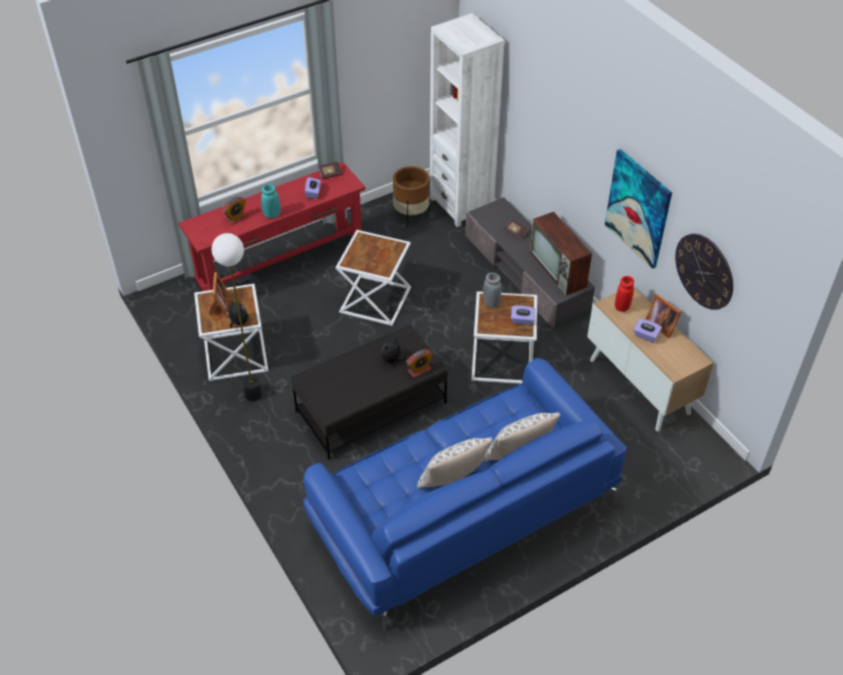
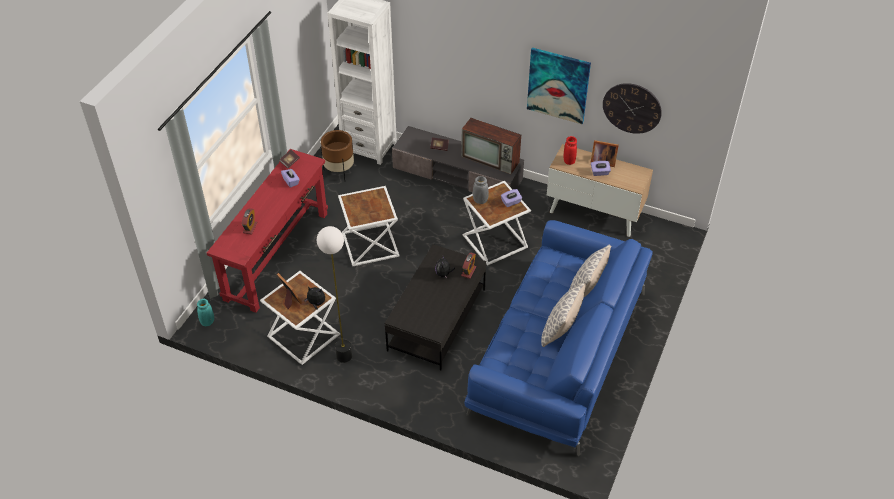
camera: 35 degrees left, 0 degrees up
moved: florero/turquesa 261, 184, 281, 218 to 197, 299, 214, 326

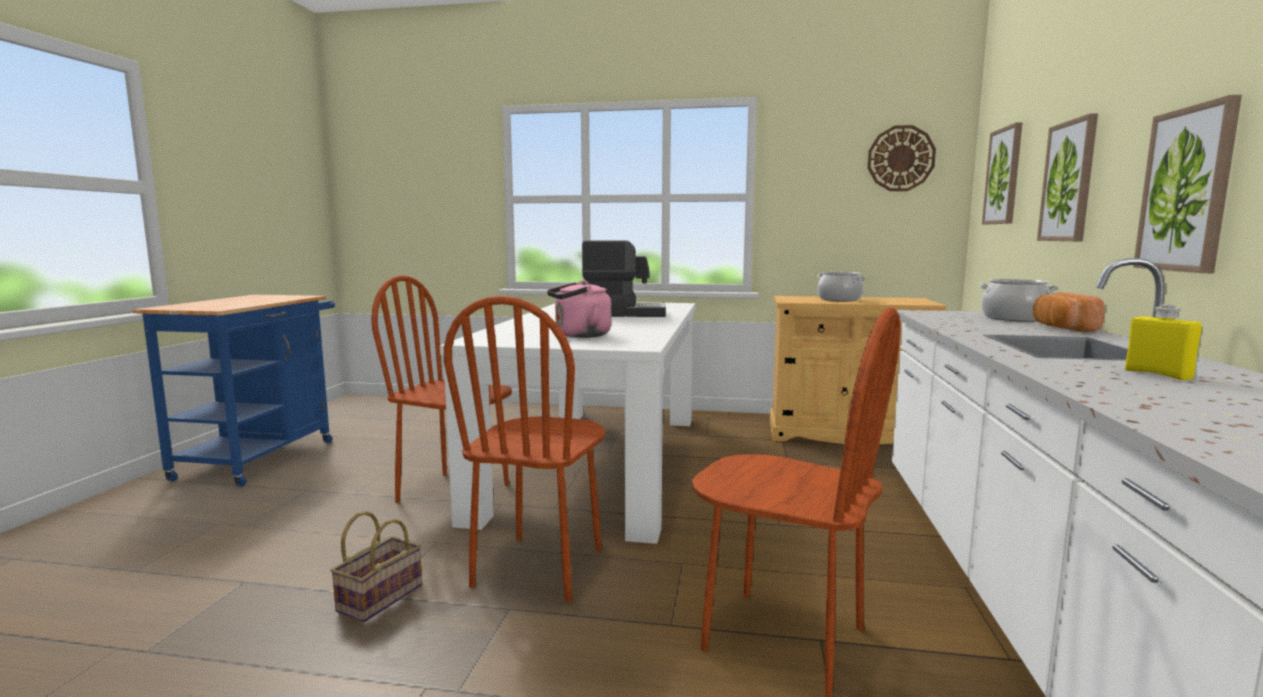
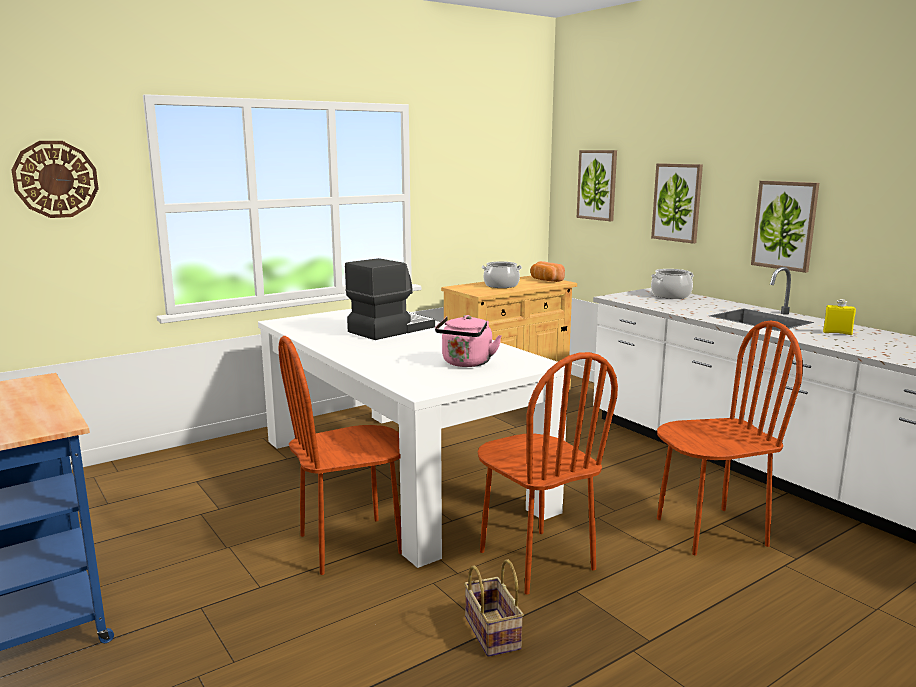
camera: 45 degrees left, 5 degrees up
moved: reloj de pared 868, 125, 936, 191 to 11, 141, 99, 218; pan 1033, 292, 1105, 332 to 530, 261, 565, 282

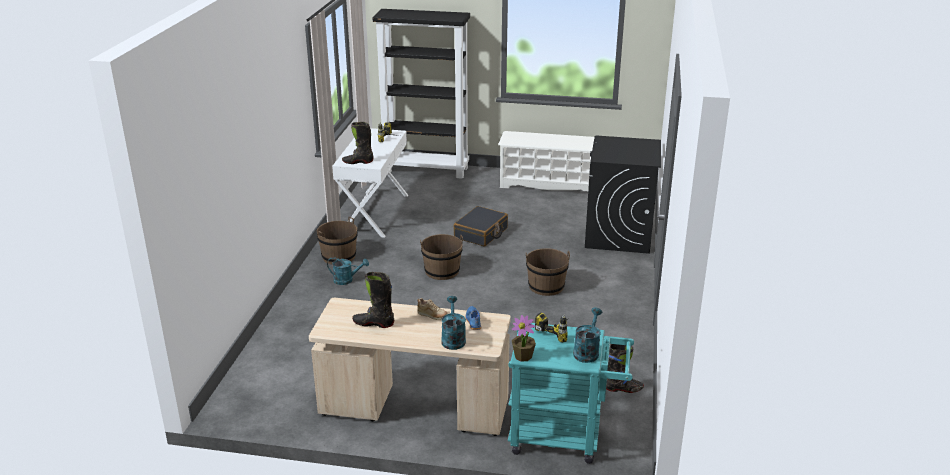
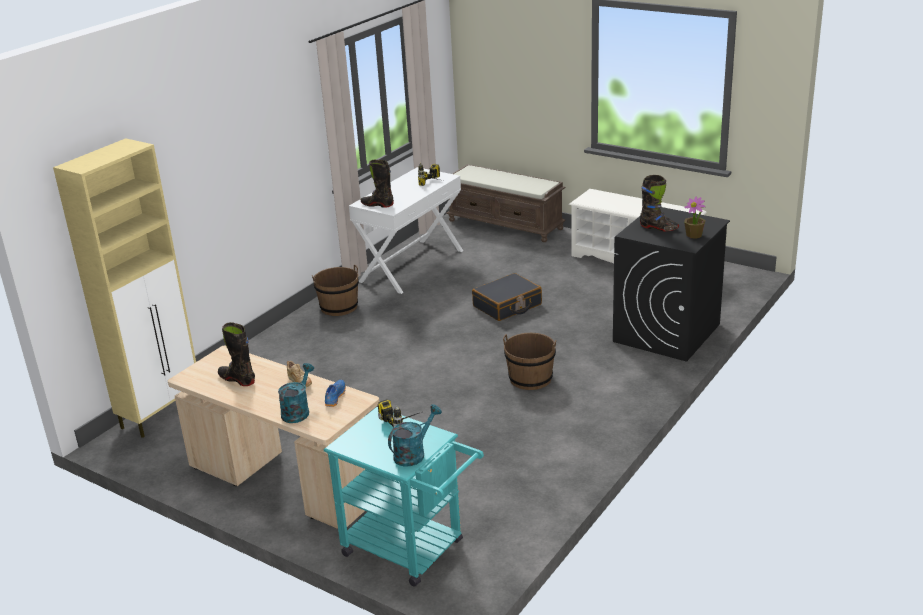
camera: 25 degrees right, 0 degrees up
removed: regadera/turquesa 327, 257, 369, 285; cubo/marrón 420, 234, 463, 280
added: armario/beis 53, 138, 196, 438
moved: planta en maceta 512, 315, 536, 362 to 684, 196, 706, 239; bota/negro 606, 344, 644, 393 to 640, 175, 679, 231
replaced: estantería/negro 372, 9, 470, 179 to banco/marrón 446, 164, 566, 242

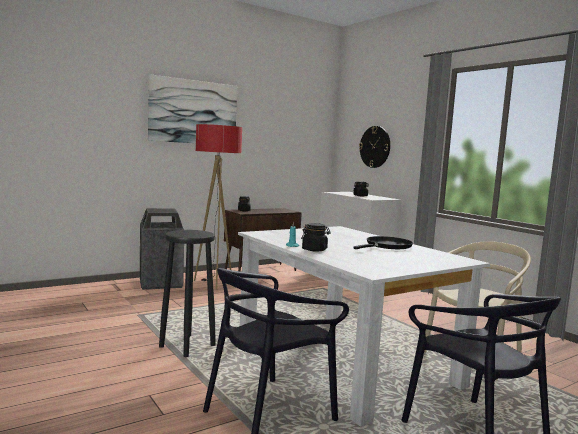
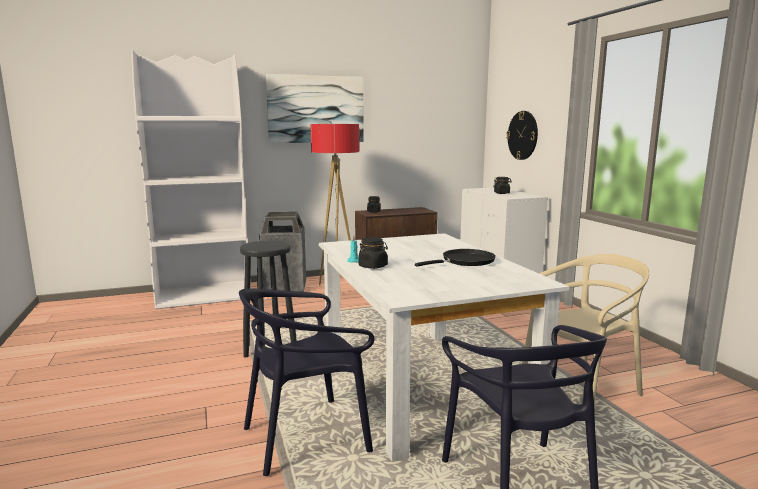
camera: 15 degrees right, 5 degrees up
added: estantería/blanco 131, 49, 251, 309

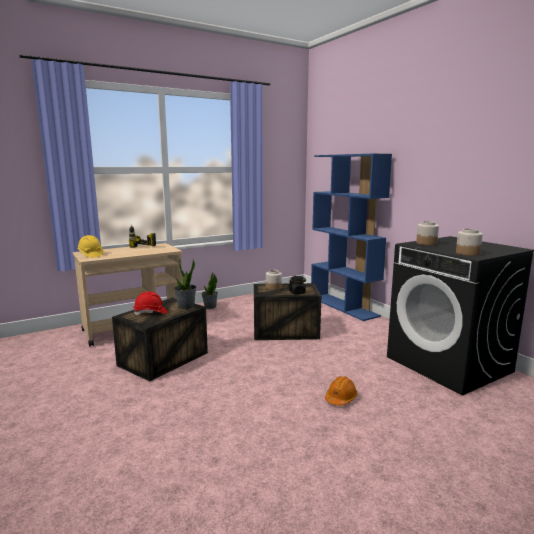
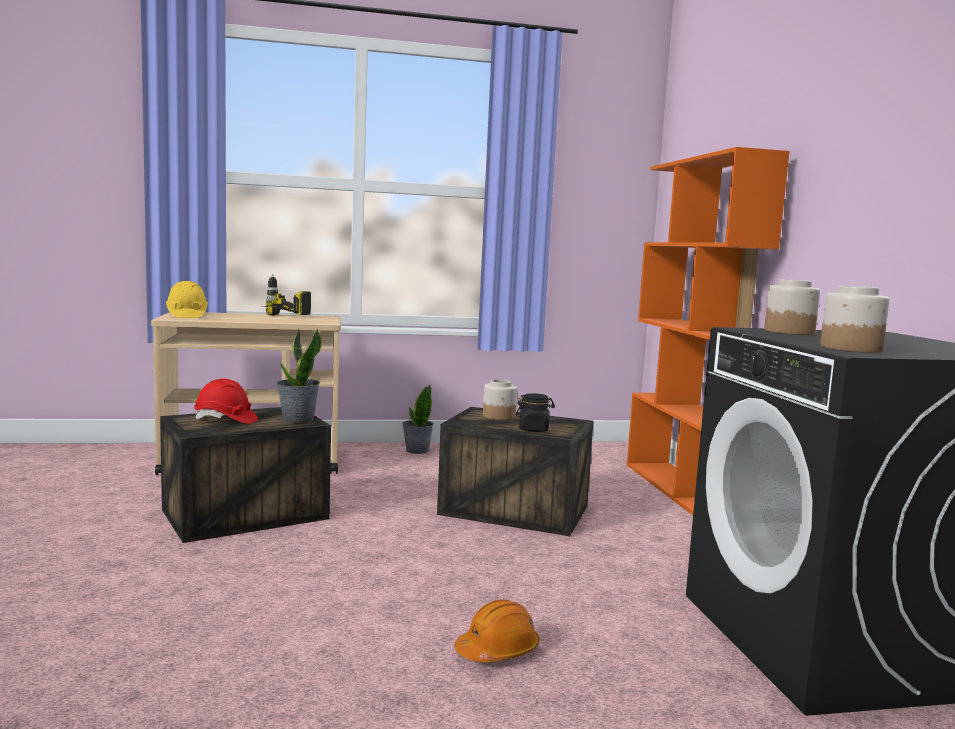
camera: 20 degrees right, 5 degrees down
recoloured: estantería/azul 311, 154, 392, 321 to estantería/naranja 627, 147, 790, 515

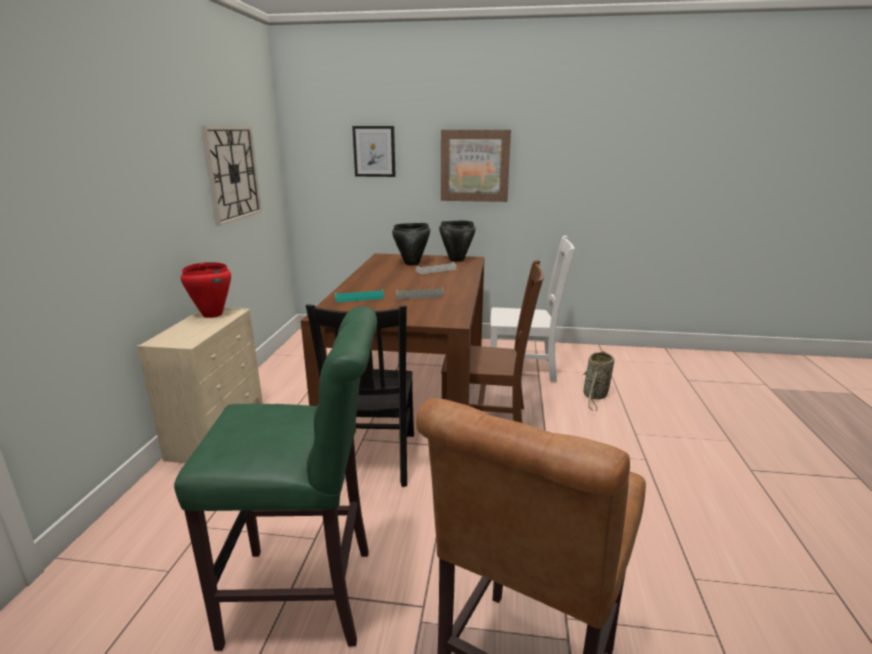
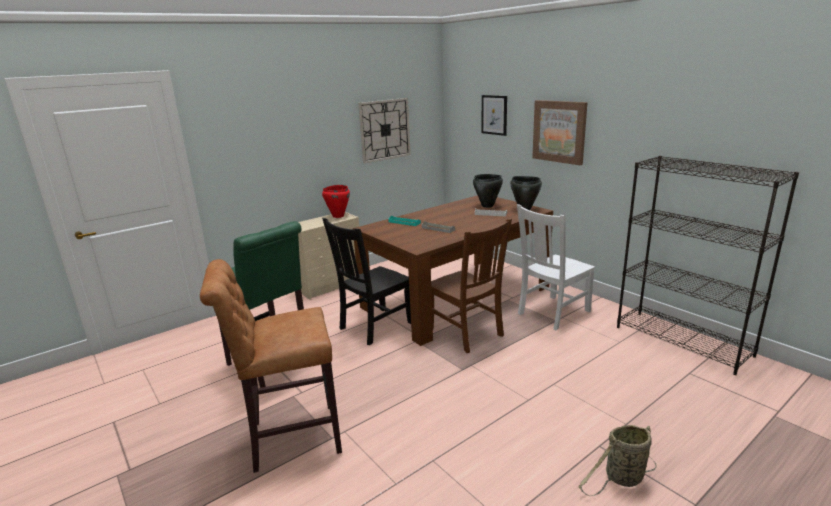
camera: 45 degrees right, 0 degrees up
added: estantería/negro 617, 156, 799, 375
moved: cesta 582, 350, 614, 411 to 579, 425, 657, 496
turned: silla/blanco 490, 235, 575, 383 = 517, 204, 595, 331 90 degrees clockwise

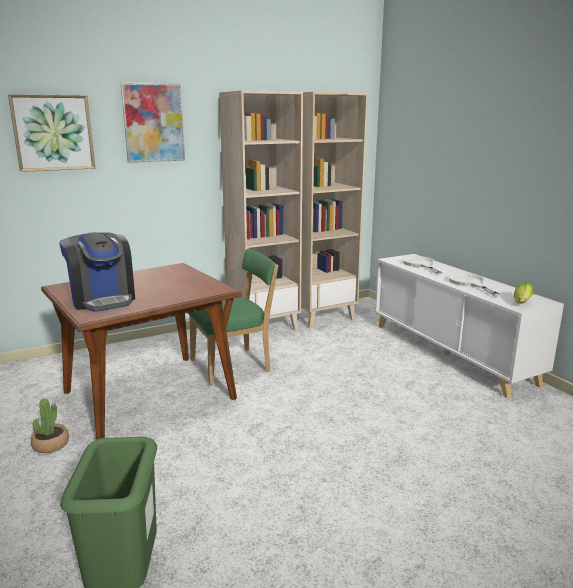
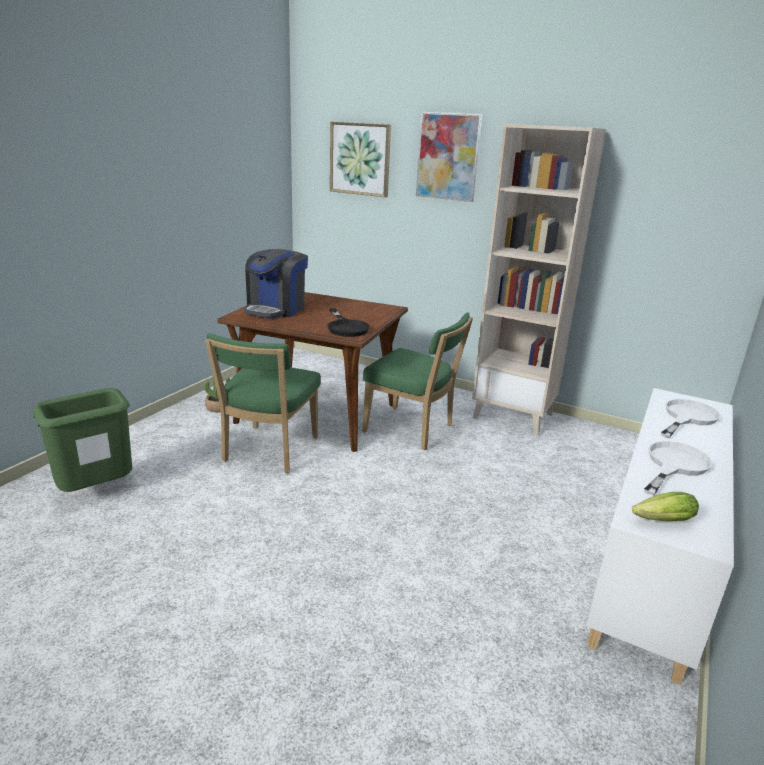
camera: 55 degrees right, 5 degrees up
removed: estantería/beis 301, 92, 368, 328
added: silla/verde 205, 333, 321, 473; sartén/negro 327, 308, 370, 337

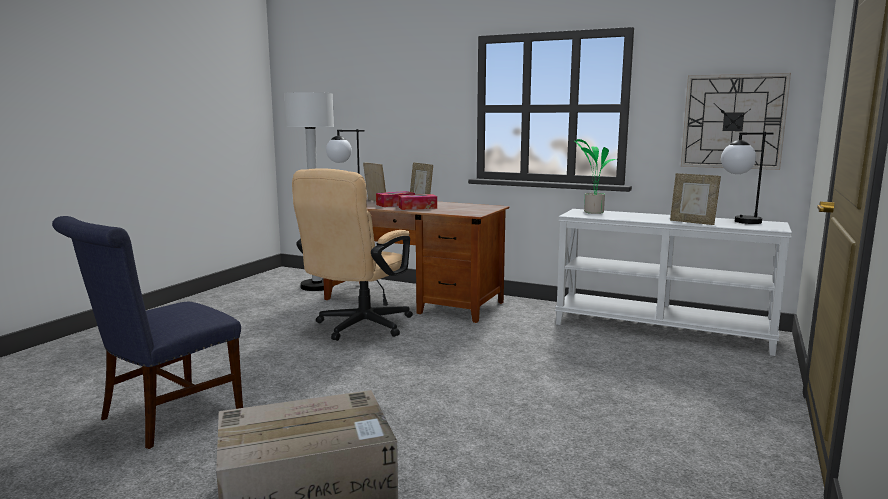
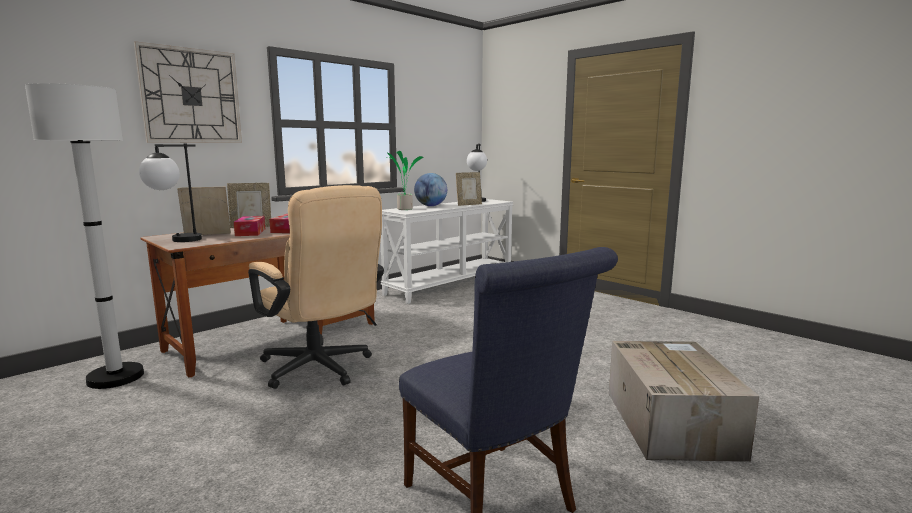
camera: 70 degrees left, 0 degrees up
added: globo terráqueo 414, 173, 447, 206
moved: reloj de pared 681, 73, 791, 170 to 134, 41, 242, 143

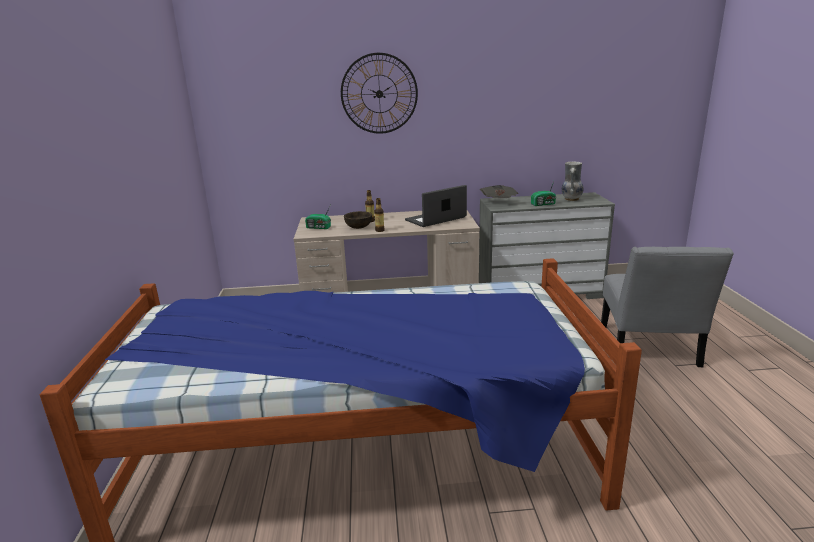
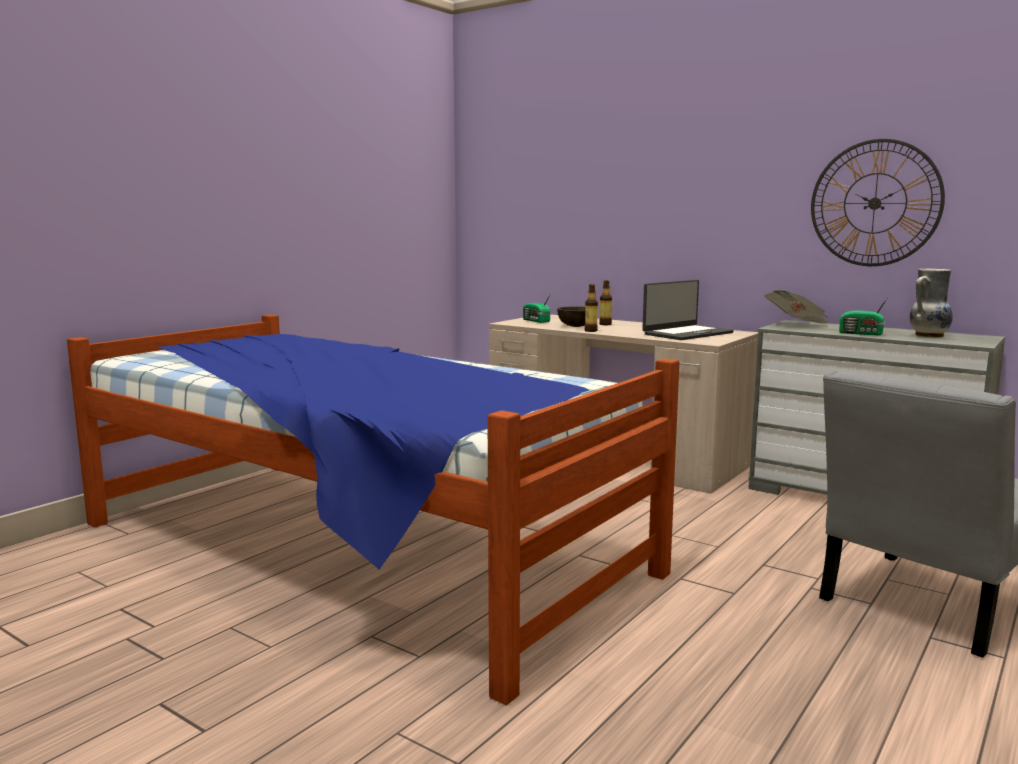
camera: 40 degrees right, 10 degrees down
moved: reloj de pared 341, 53, 418, 134 to 811, 139, 945, 266
turned: portátil 405, 185, 467, 227 = 642, 280, 734, 340 135 degrees clockwise

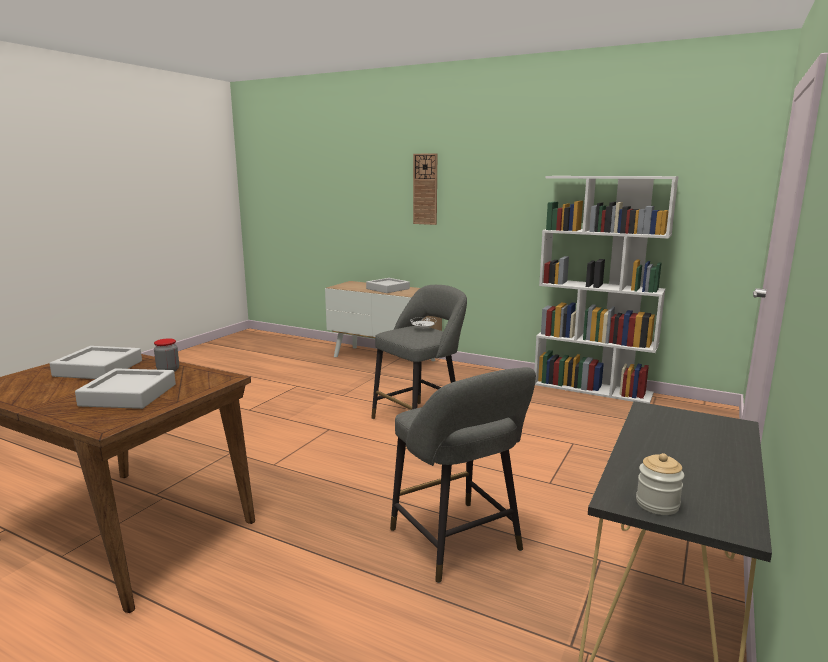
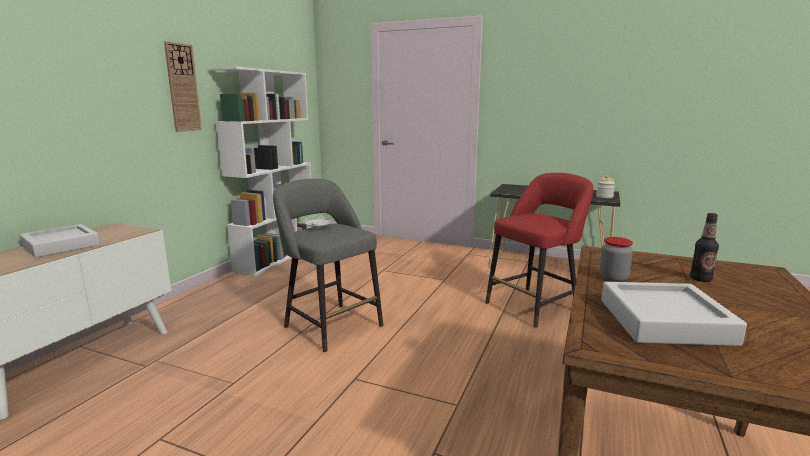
camera: 95 degrees left, 0 degrees up
moved: reloj de pared 413, 153, 437, 225 to 164, 41, 202, 132
replaced: bandeja/gris 75, 368, 176, 409 to botella 690, 213, 719, 282
recoloured: taburete/gris 390, 367, 536, 583 to taburete/rojo 485, 173, 593, 328

